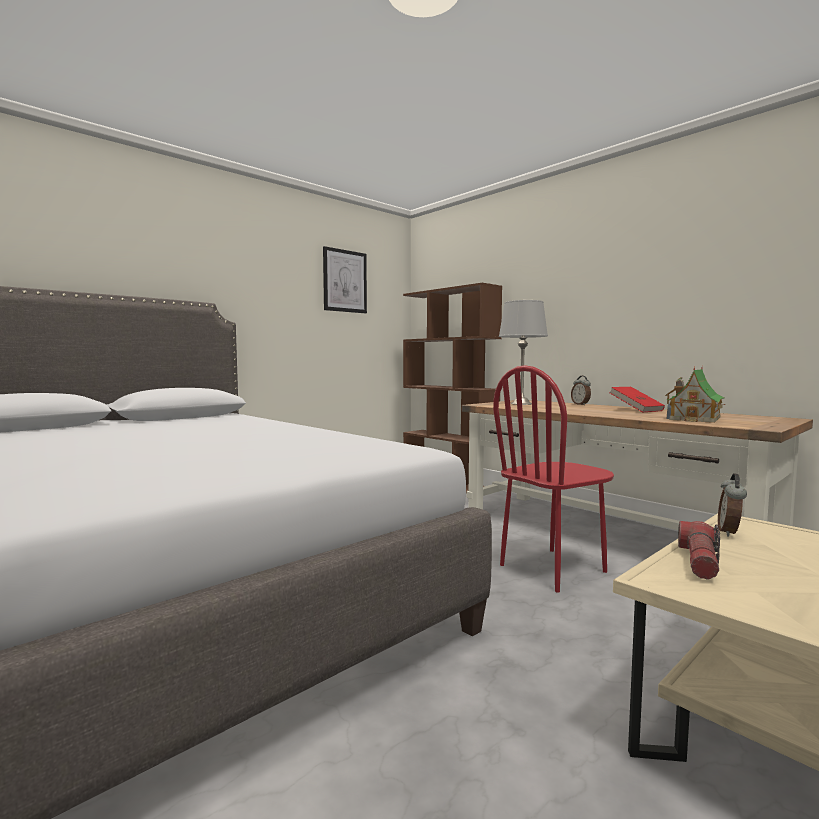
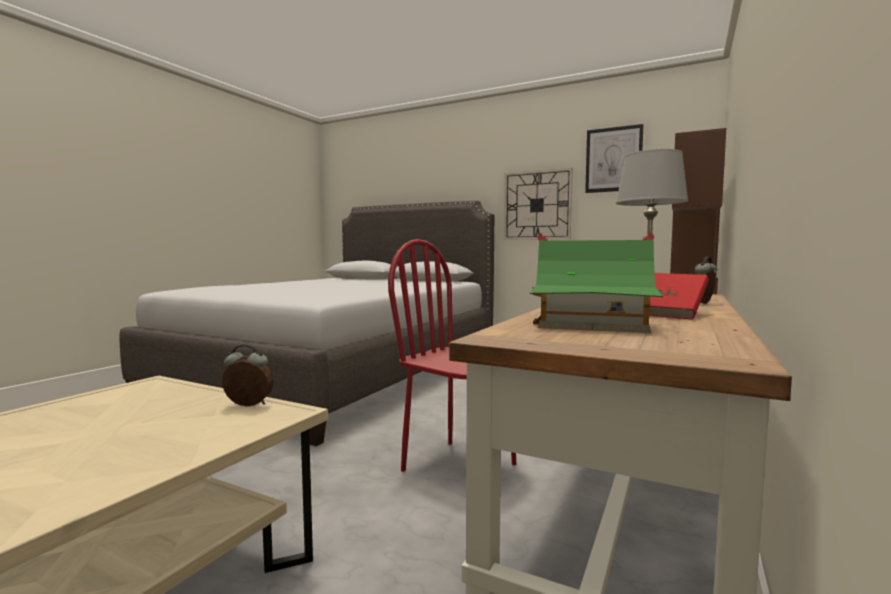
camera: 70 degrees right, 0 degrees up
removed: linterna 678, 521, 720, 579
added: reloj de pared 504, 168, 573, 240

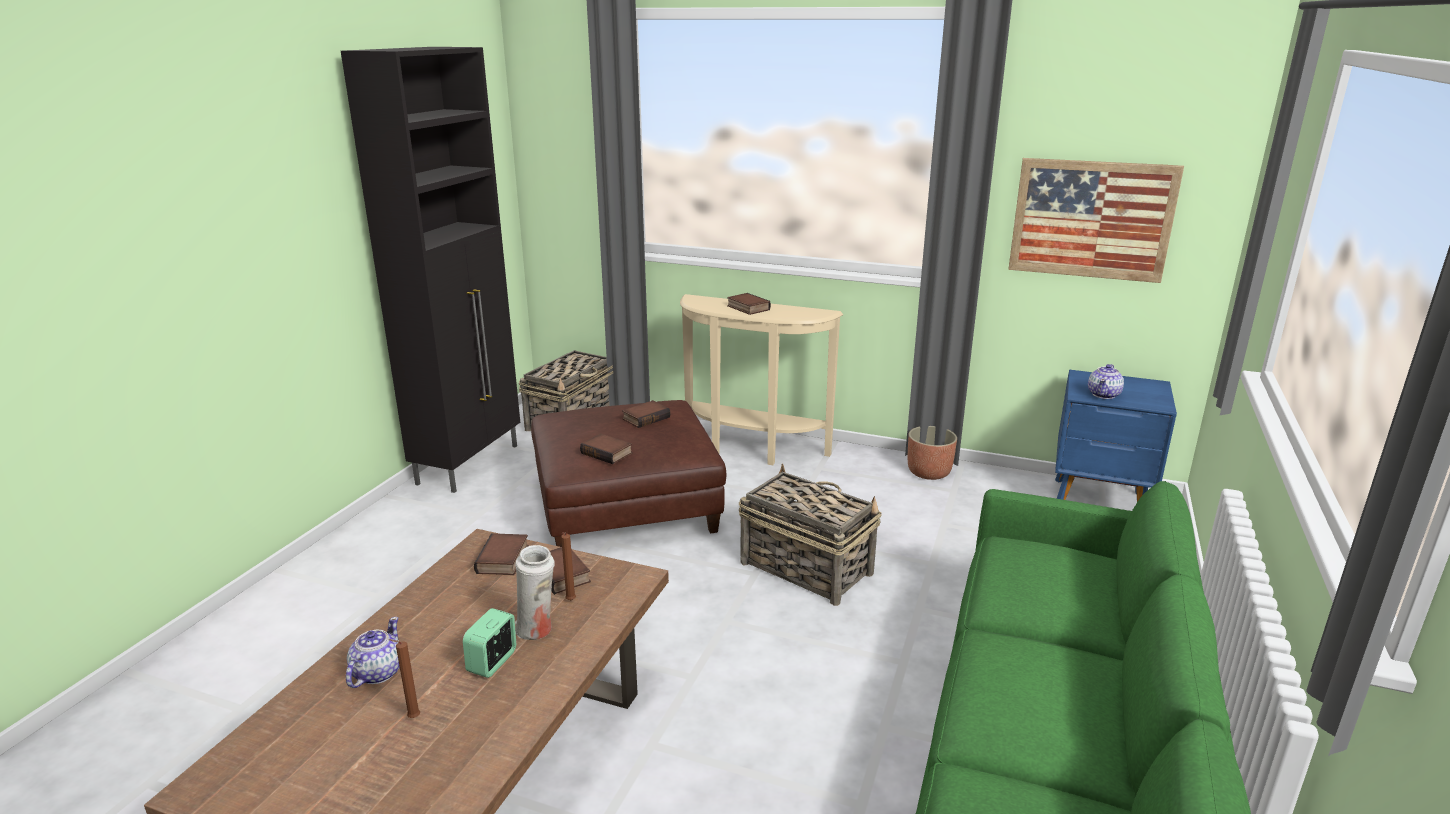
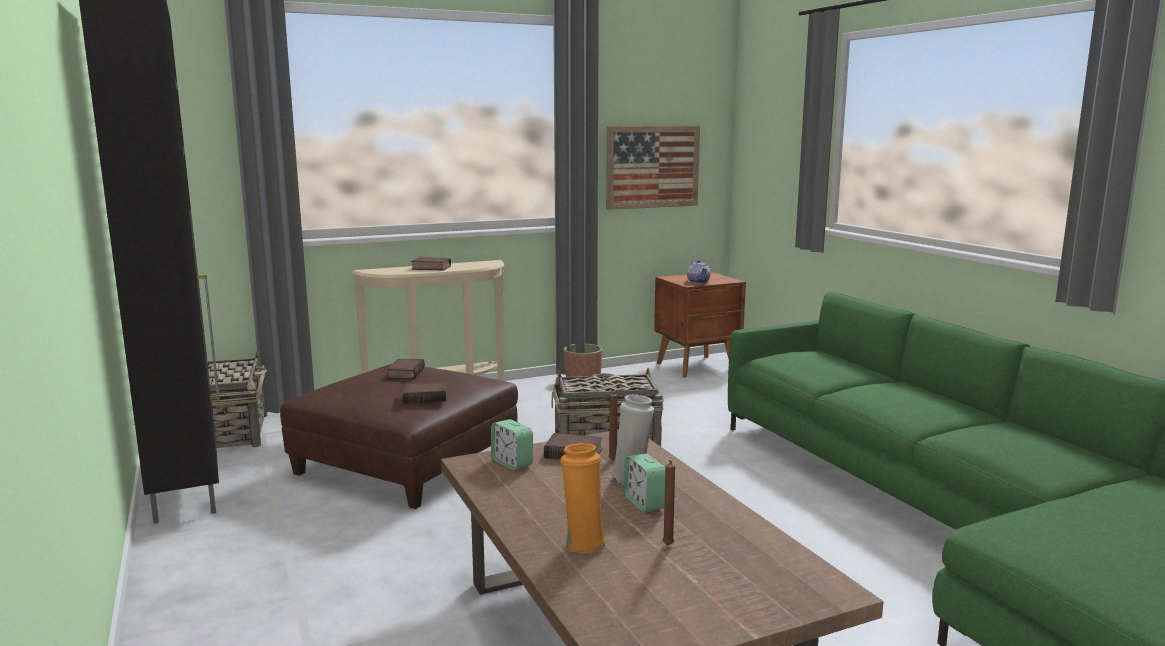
camera: 45 degrees left, 10 degrees down
replaced: tetera 346, 617, 400, 688 to florero/naranja 560, 443, 607, 553; libro 474, 533, 529, 575 to despertador 491, 419, 533, 470
recoloured: mesita de noche/azul 1055, 370, 1177, 502 to mesita de noche/marrón 654, 272, 746, 378

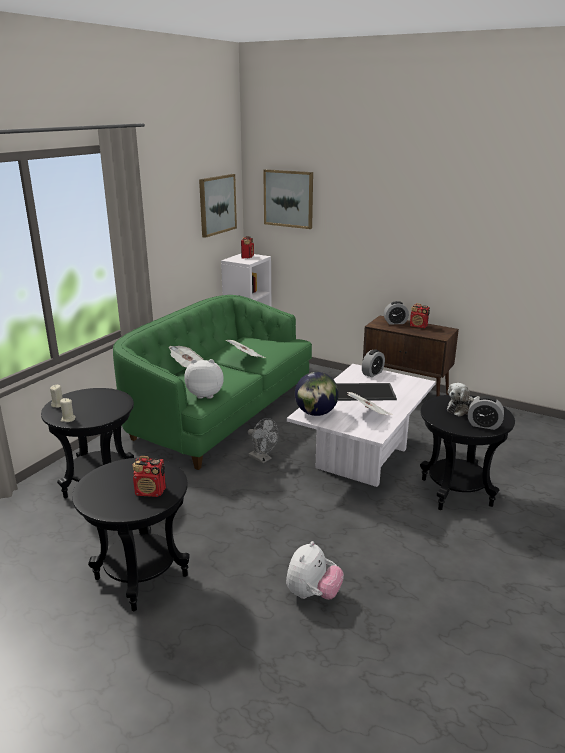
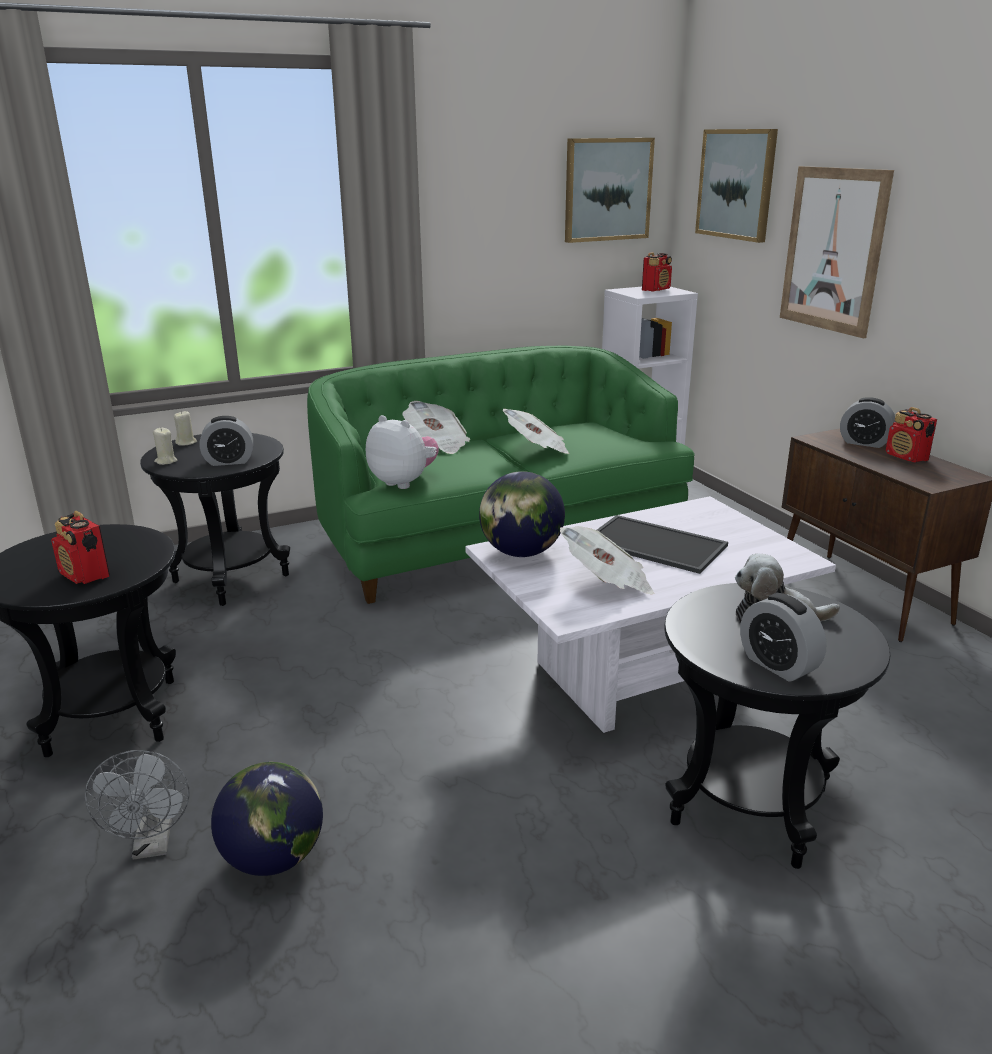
camera: 35 degrees right, 0 degrees up
added: cuadro 780, 166, 894, 338
moved: ventilador/gris 248, 418, 279, 463 to 85, 750, 189, 860; despertador 362, 349, 385, 377 to 200, 416, 253, 466
replaced: peluche 286, 541, 344, 600 to globo terráqueo 211, 762, 323, 876

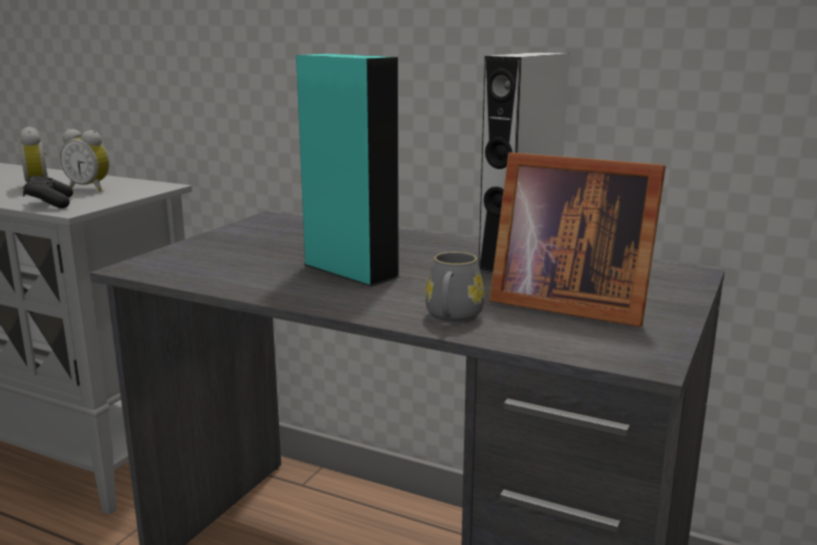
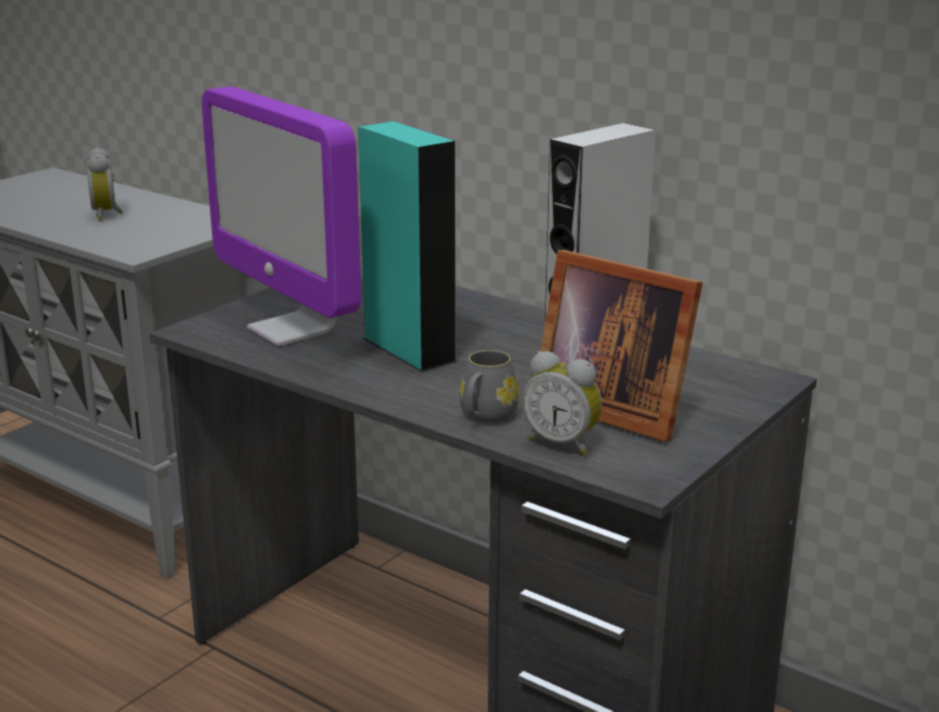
camera: 10 degrees right, 5 degrees up
removed: mando de consola/negro 23, 176, 73, 208
added: monitor 202, 86, 361, 346
moved: despertador 60, 129, 110, 191 to 522, 351, 602, 456

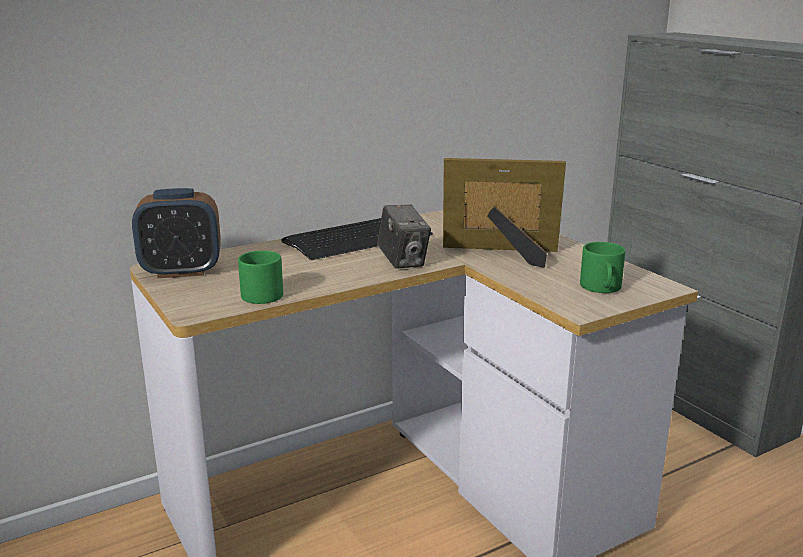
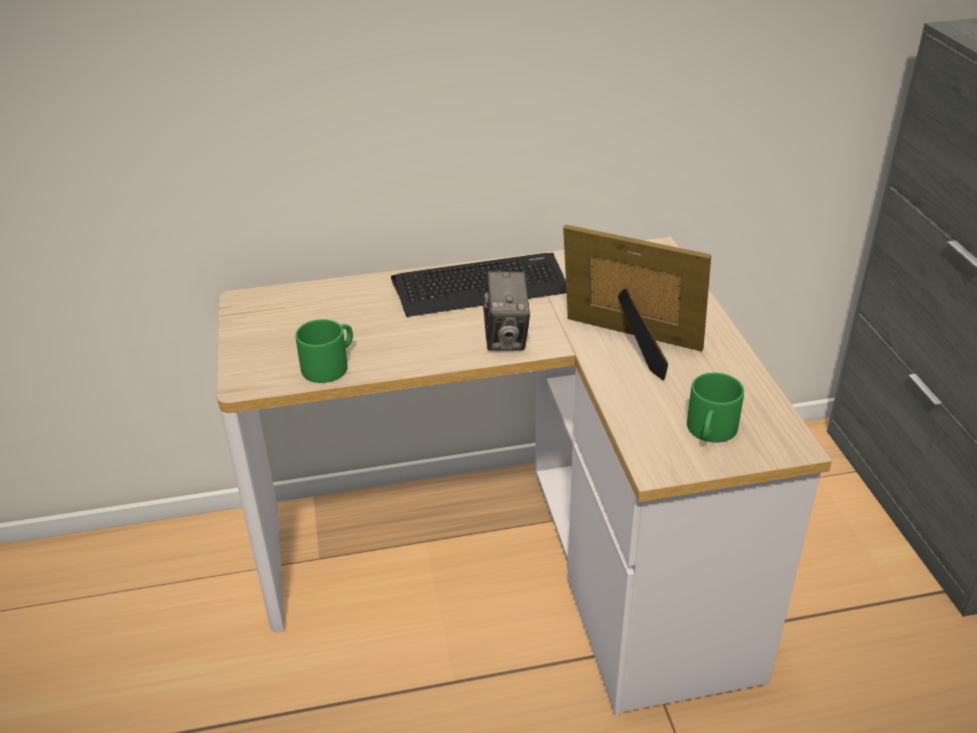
camera: 20 degrees right, 15 degrees up
removed: despertador 132, 188, 221, 278

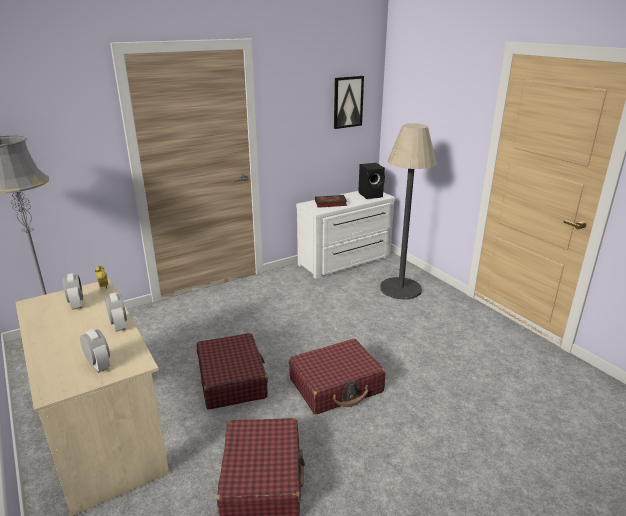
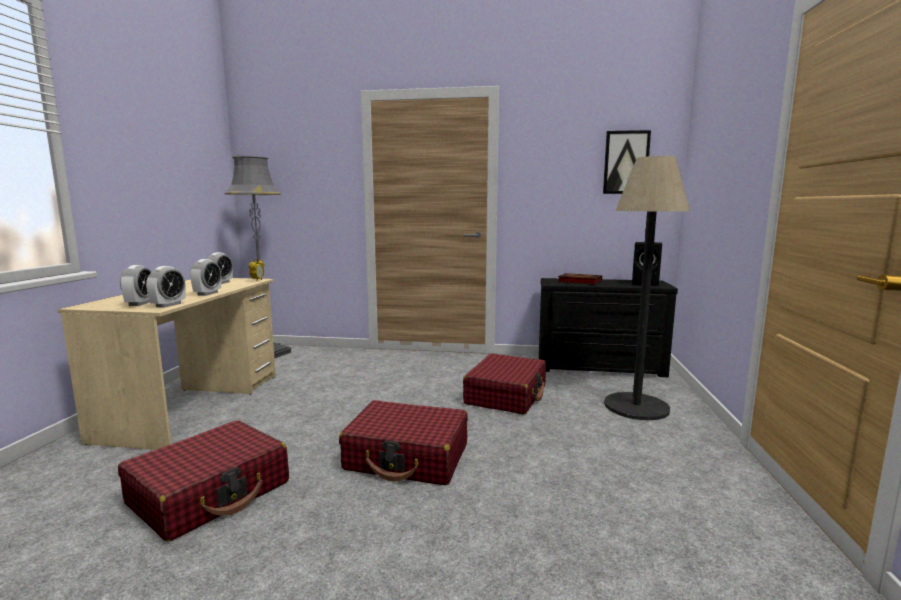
camera: 40 degrees right, 15 degrees down
added: despertador 146, 266, 186, 308
moved: maleta/rojo 197, 333, 268, 410 to 463, 353, 546, 415
recoloured: cómoda/blanco 296, 191, 395, 279 to cómoda/negro 539, 278, 678, 377

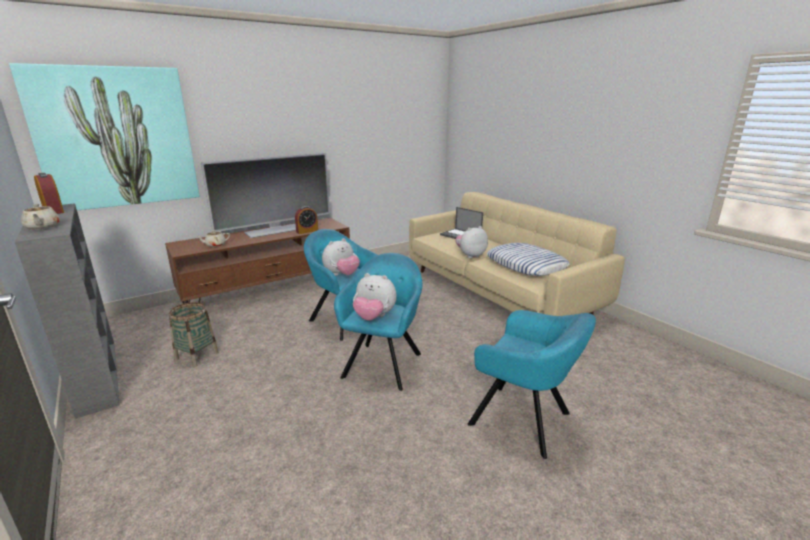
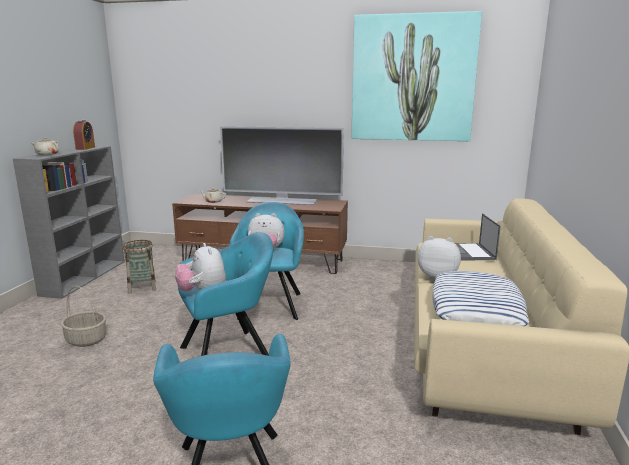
camera: 45 degrees right, 5 degrees down
removed: despertador 295, 206, 318, 234
added: cesta 61, 286, 106, 347
moved: cuadro 9, 63, 200, 210 to 351, 11, 482, 141

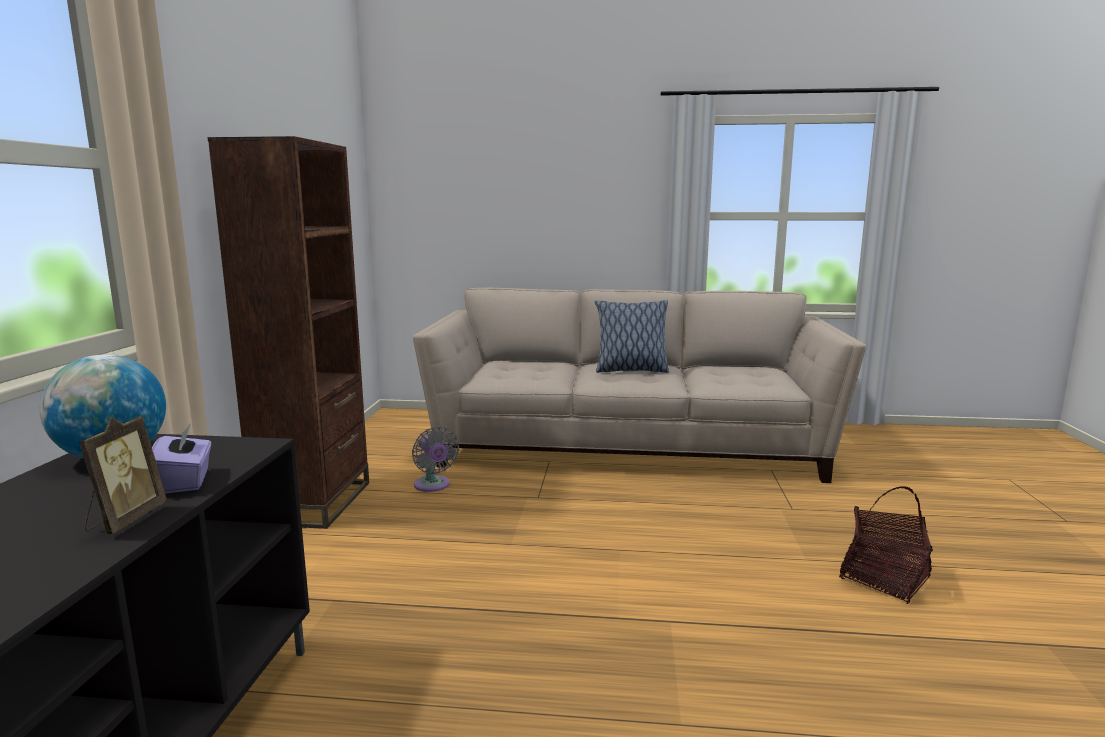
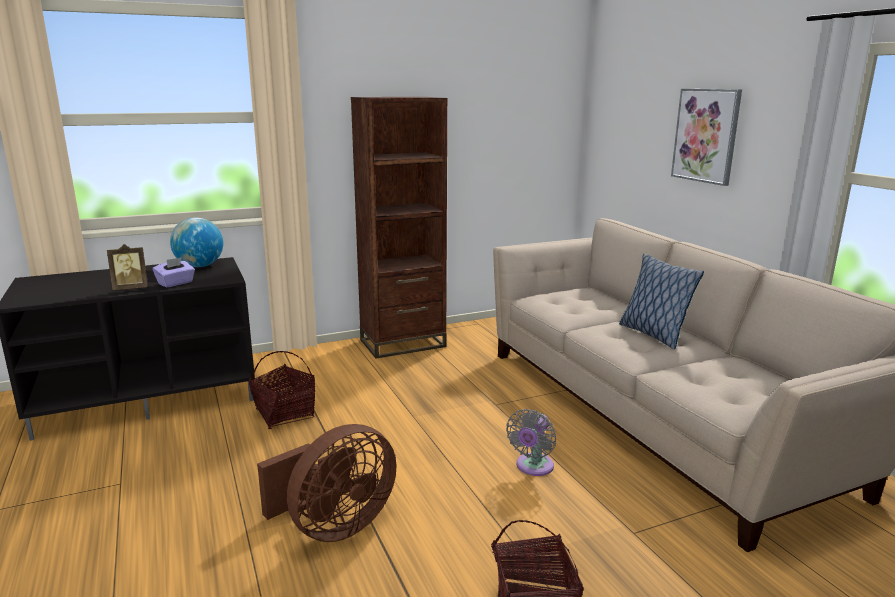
camera: 60 degrees right, 5 degrees up
added: cesta 249, 351, 315, 429; ventilador/marrón 257, 424, 397, 542; cuadro 671, 89, 742, 186
moved: ventilador/gris 412, 426, 459, 492 to 506, 409, 556, 476

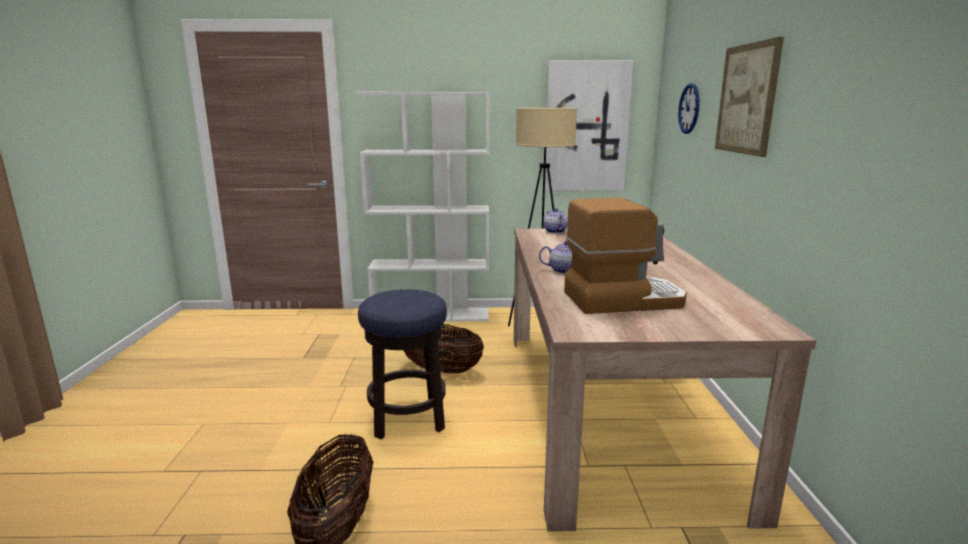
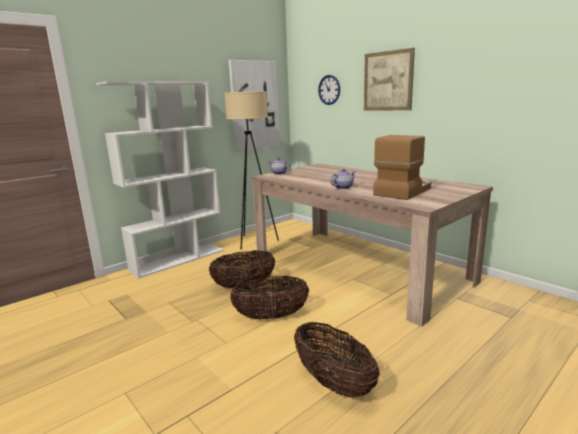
camera: 40 degrees left, 0 degrees up
replaced: taburete 358, 289, 447, 439 to cesta 230, 276, 309, 320

